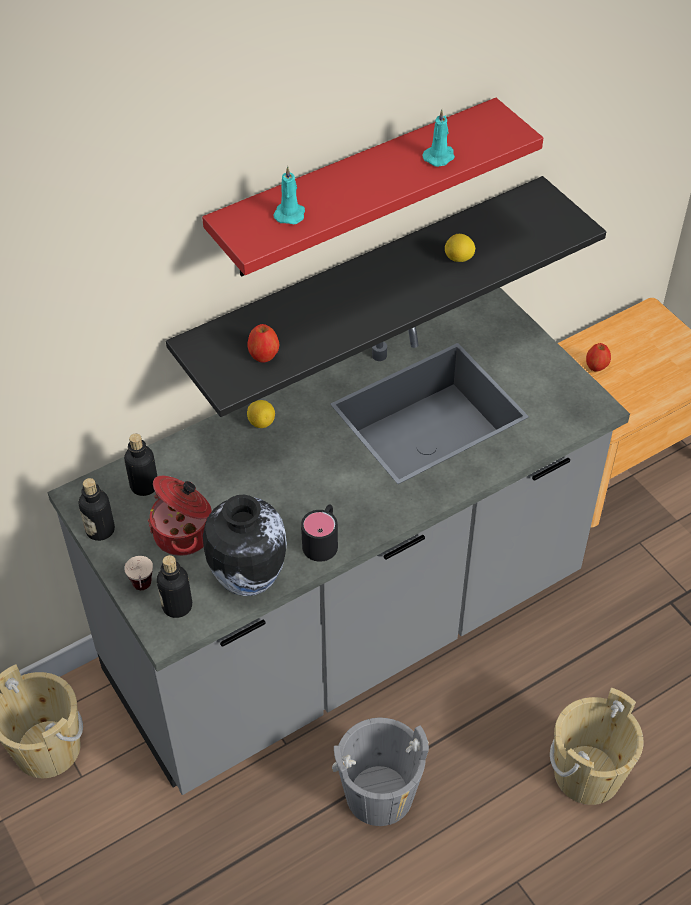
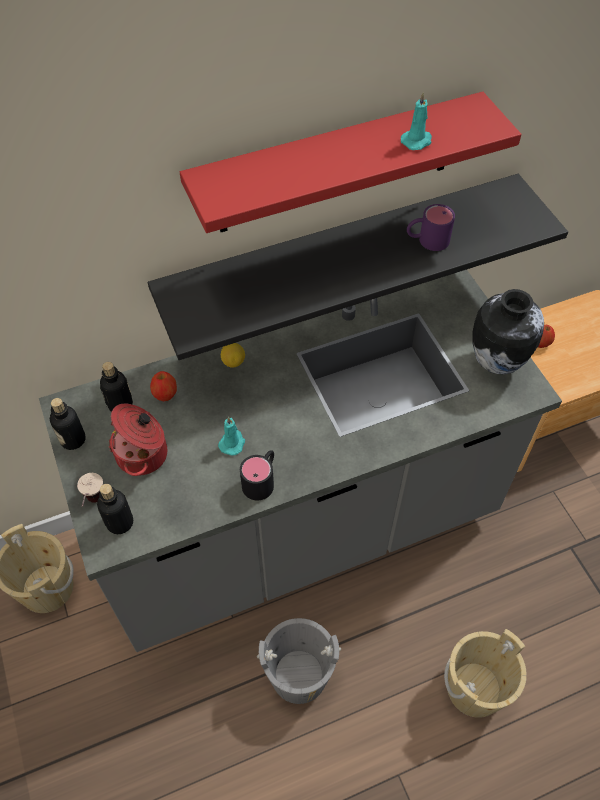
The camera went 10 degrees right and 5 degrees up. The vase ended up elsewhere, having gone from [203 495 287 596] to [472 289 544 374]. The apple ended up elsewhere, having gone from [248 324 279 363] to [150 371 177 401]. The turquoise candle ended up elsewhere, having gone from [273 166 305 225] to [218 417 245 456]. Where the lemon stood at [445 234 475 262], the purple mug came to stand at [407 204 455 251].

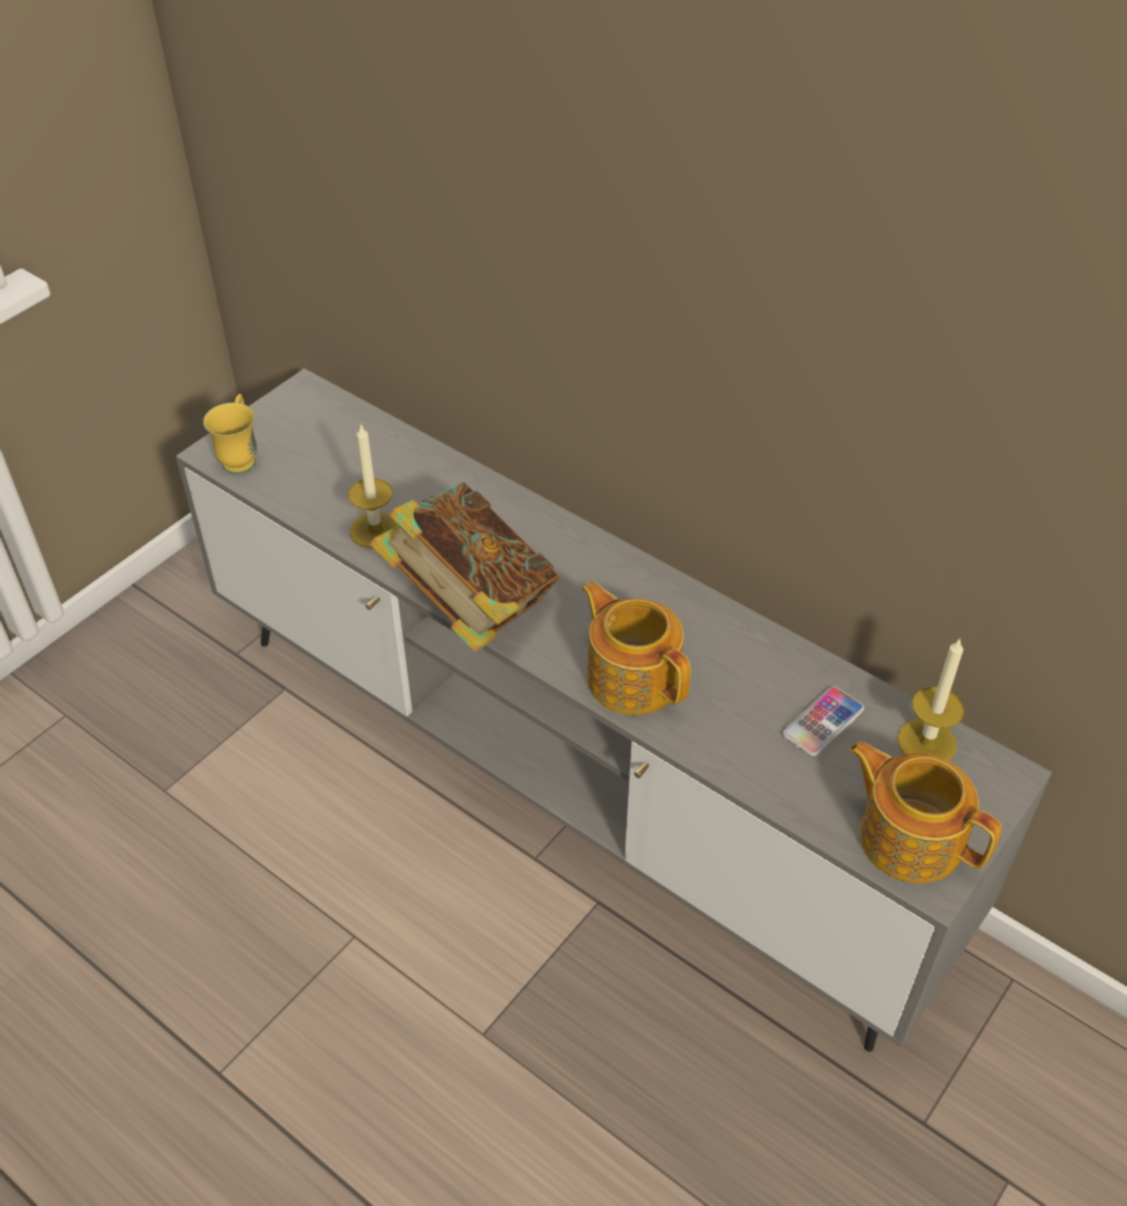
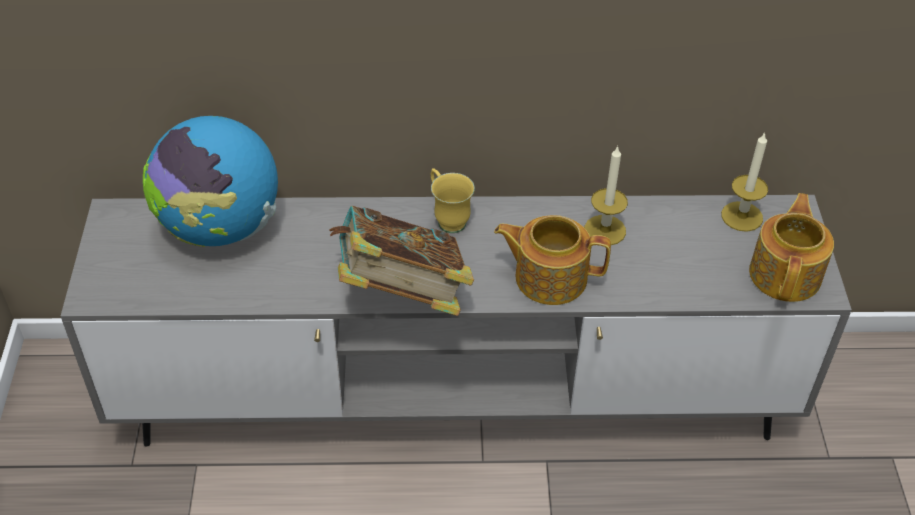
The camera went 40 degrees left and 0 degrees up. The yellow mug ended up elsewhere, having gone from [203 394 257 474] to [431 168 475 233]. The candle ended up elsewhere, having gone from [348 425 400 548] to [584 146 628 245]. The second view lost the phone at [783 686 864 756]. The teapot at [849 742 1002 883] ended up facing another way, 105 degrees clockwise from before. The second view gained the globe at [143 116 278 247].

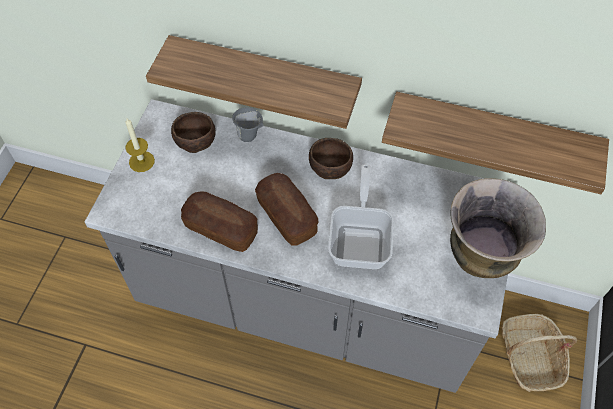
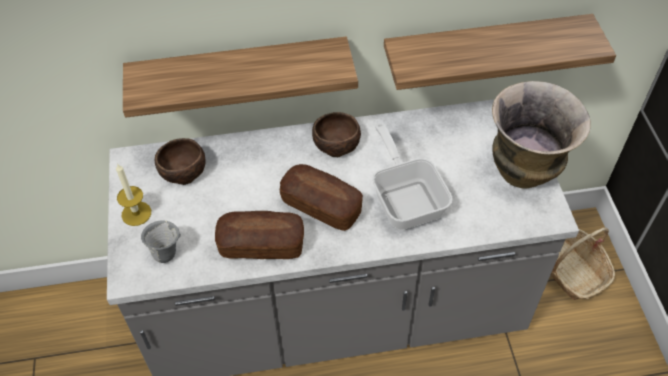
The camera went 25 degrees left and 5 degrees down. The grey mug ended up elsewhere, having gone from [232 108 263 142] to [141 220 181 263].

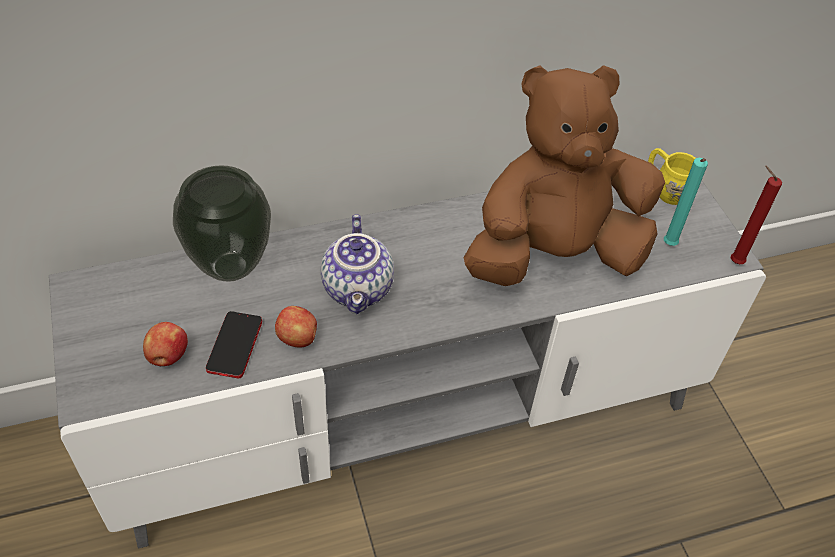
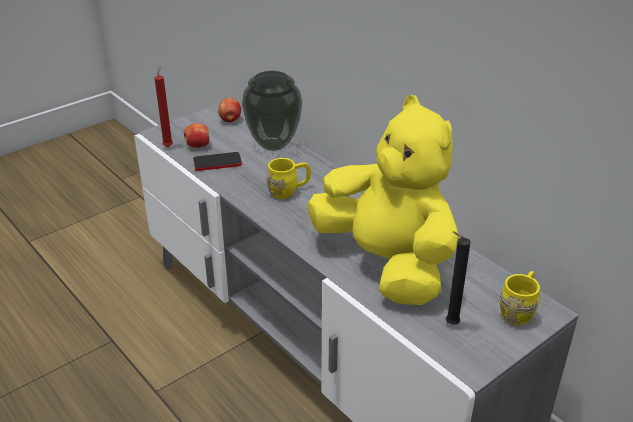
The camera went 70 degrees right and 15 degrees down. The apple ended up elsewhere, having gone from [275 306 317 348] to [218 98 241 122]. Where the teapot stood at [321 214 394 314], the yellow mug came to stand at [266 158 311 199]. What was the brown plush toy at [464 65 665 286] turned into the yellow plush toy at [307 95 458 305]. What was the turquoise candle at [664 158 708 246] turned into the black candle at [446 231 471 325]. The red candle ended up elsewhere, having gone from [731 166 782 264] to [155 65 173 147].

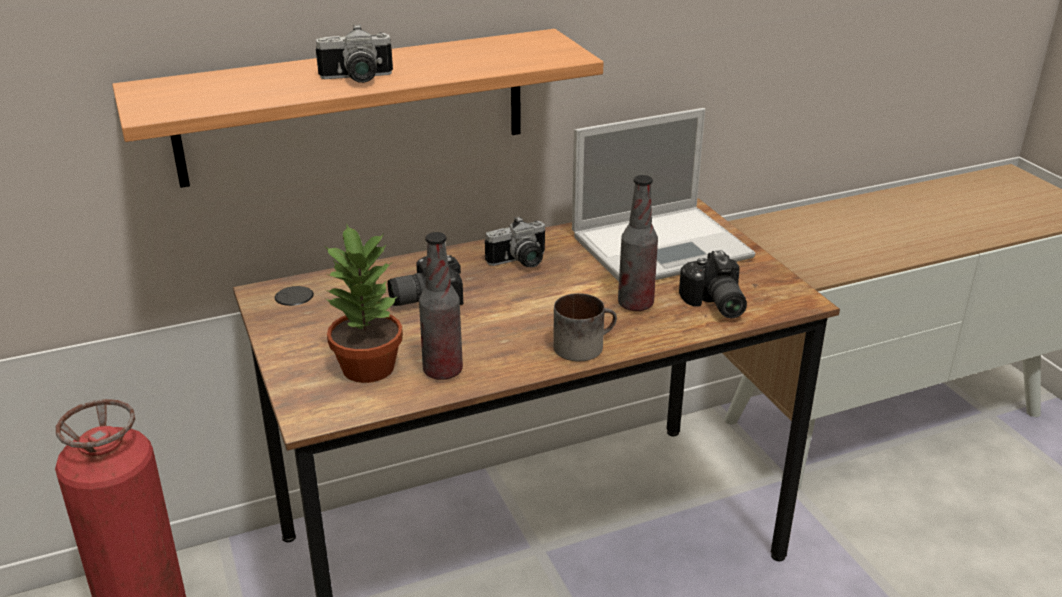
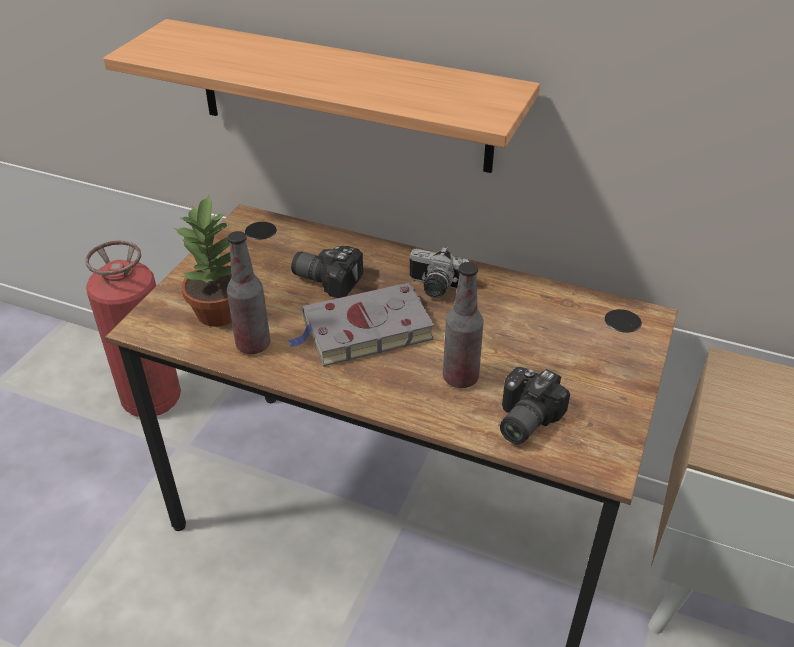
The camera went 45 degrees right and 10 degrees up. The second view lost the photo camera at [316 24 393 83]. The second view lost the mug at [553 293 617 361]. The second view lost the laptop at [572 108 755 281]. The second view gained the grey book at [288 283 434 366].

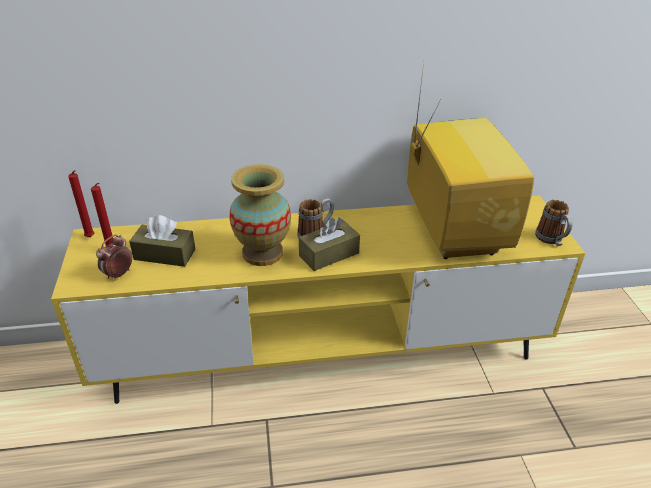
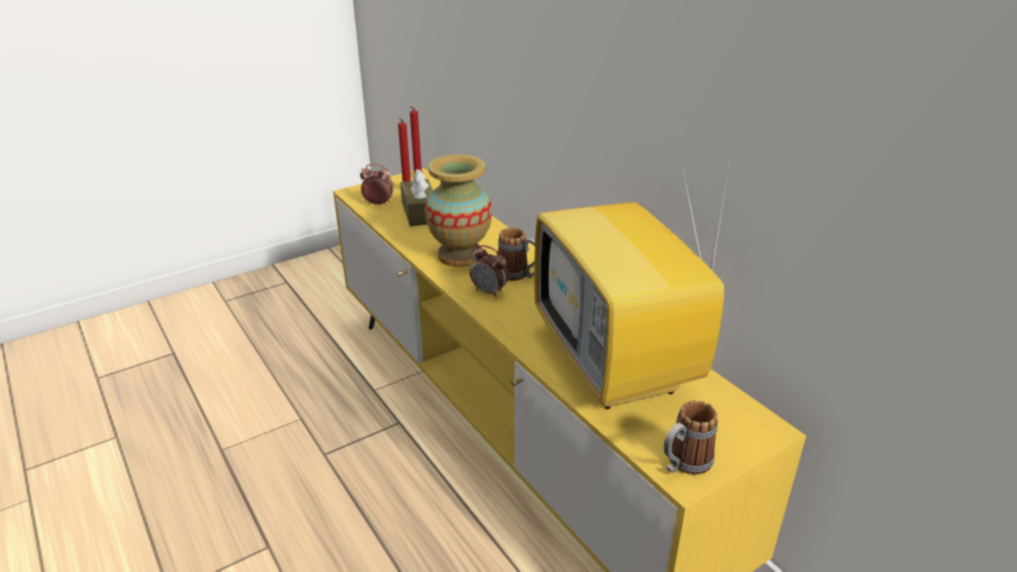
The camera went 65 degrees right and 5 degrees down. Where the brown tissue box stood at [299 217 360 271], the alarm clock came to stand at [470 245 508 298]. The television at [407 63 534 259] ended up facing another way, 105 degrees clockwise from before.

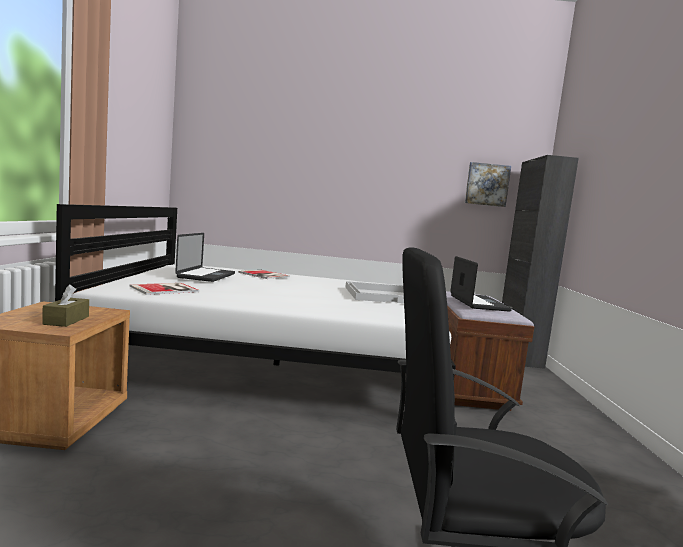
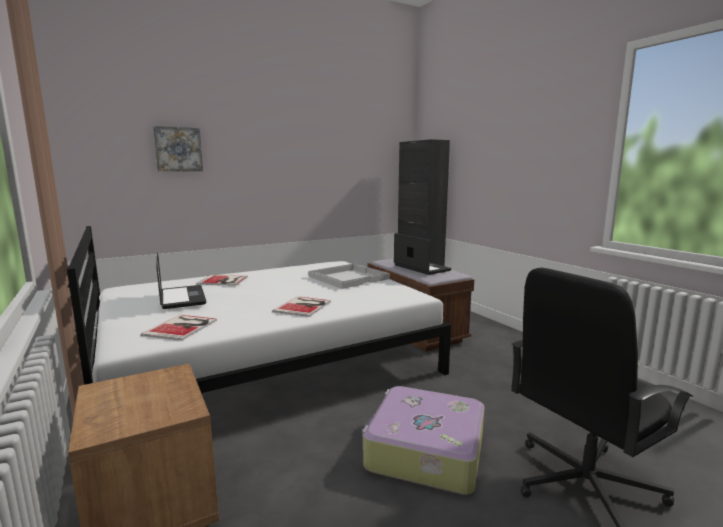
The camera went 30 degrees left and 5 degrees up. The second view lost the brown tissue box at [42 284 89 327]. The picture ended up elsewhere, having gone from [465 162 511 207] to [153 126 203 171]. The second view gained the book at [272 296 331 317]. The second view gained the suitcase at [362 386 485 495].

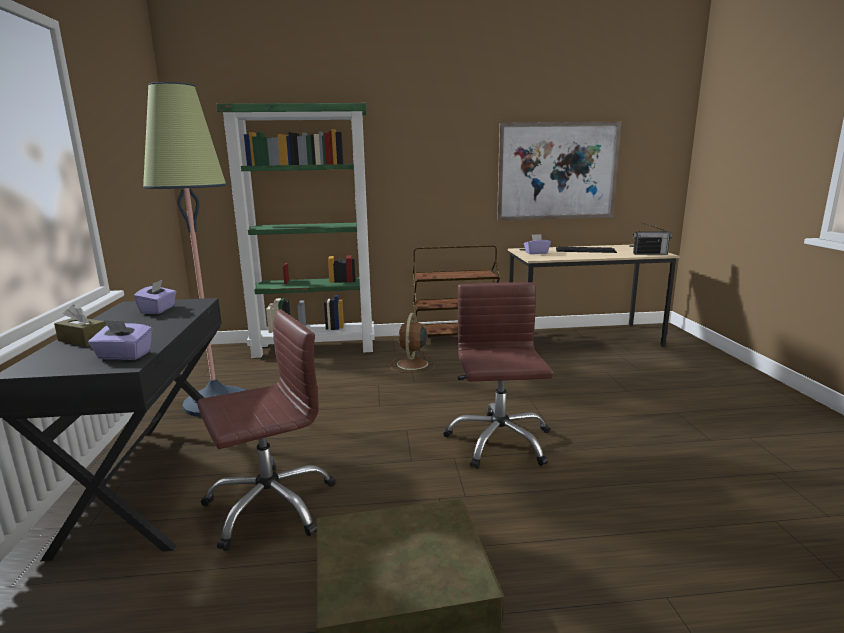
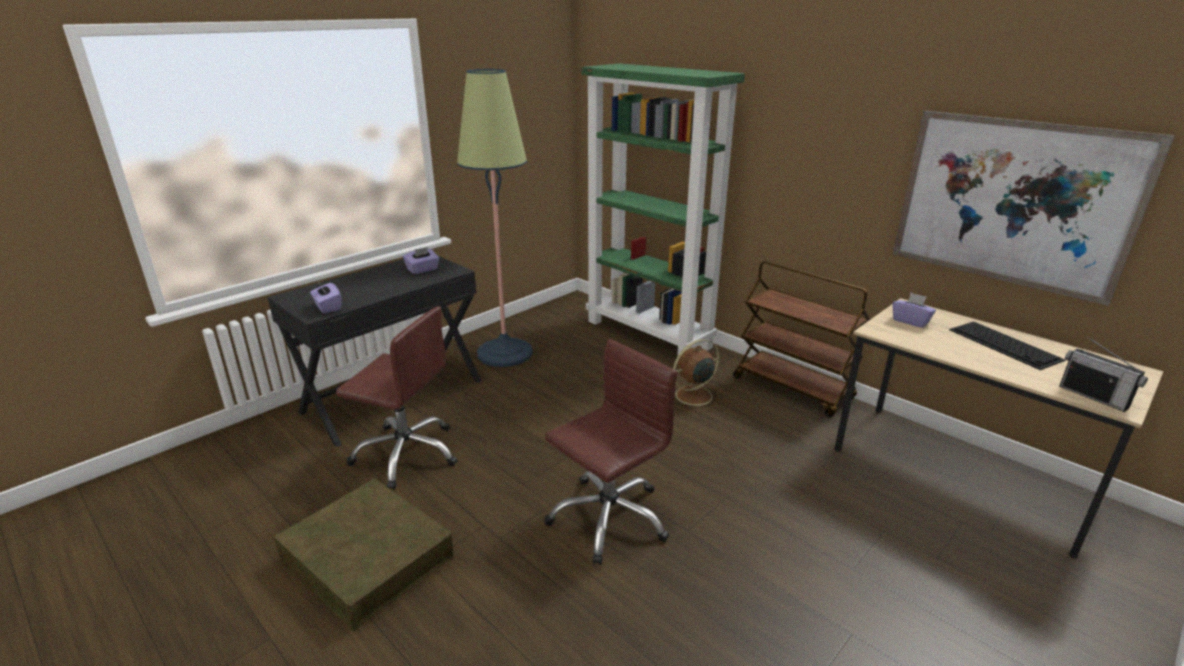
The camera went 50 degrees right and 10 degrees up. The second view lost the brown tissue box at [54 305 106 347].

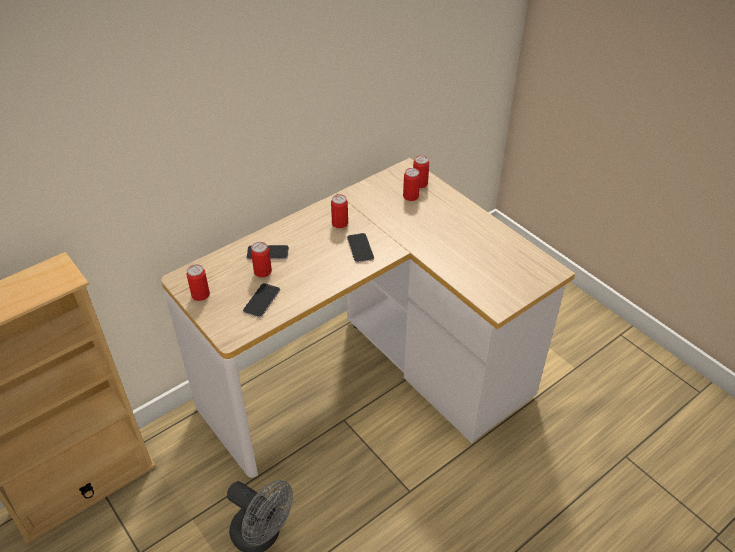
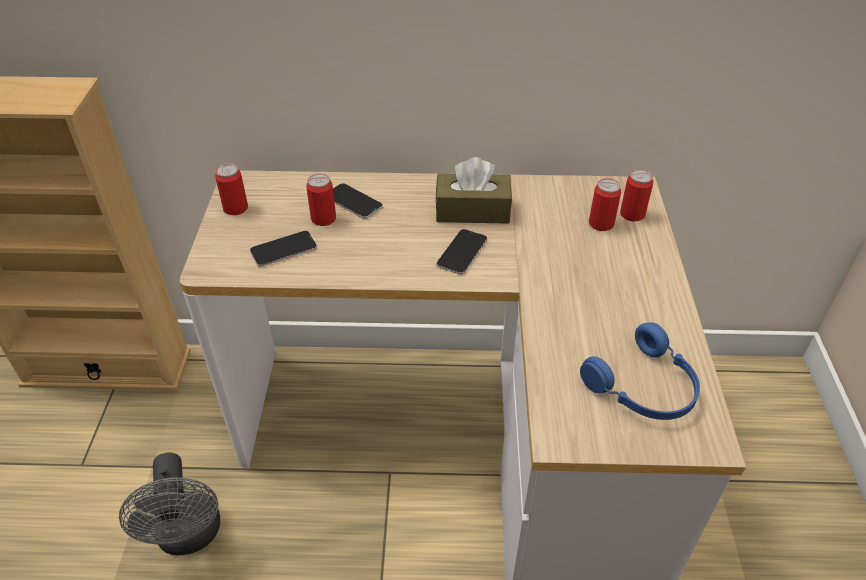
The camera went 40 degrees right and 0 degrees up. Where the can stood at [331 194 348 228], the brown tissue box came to stand at [435 157 512 224]. The second view gained the blue headphones at [580 322 700 420].

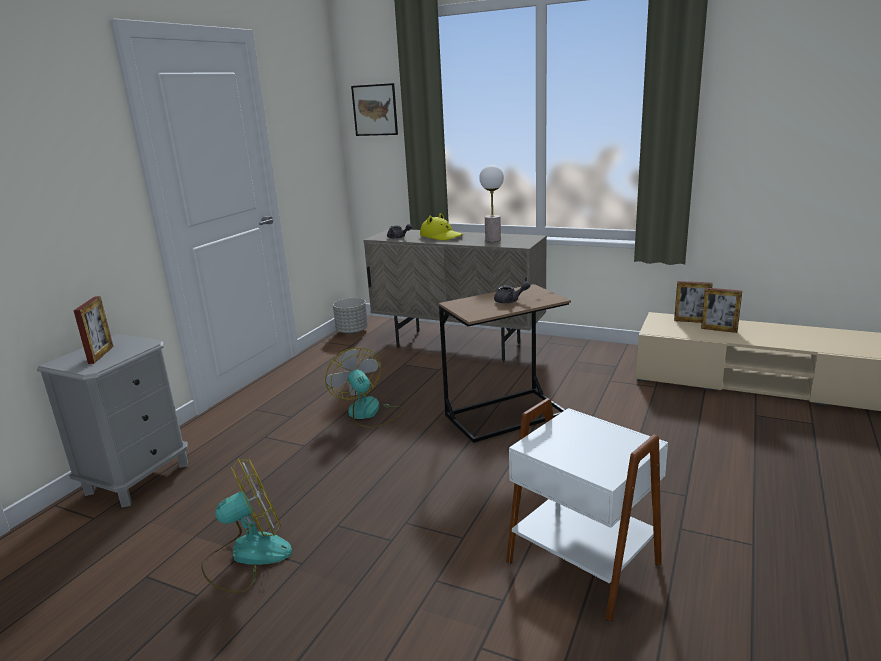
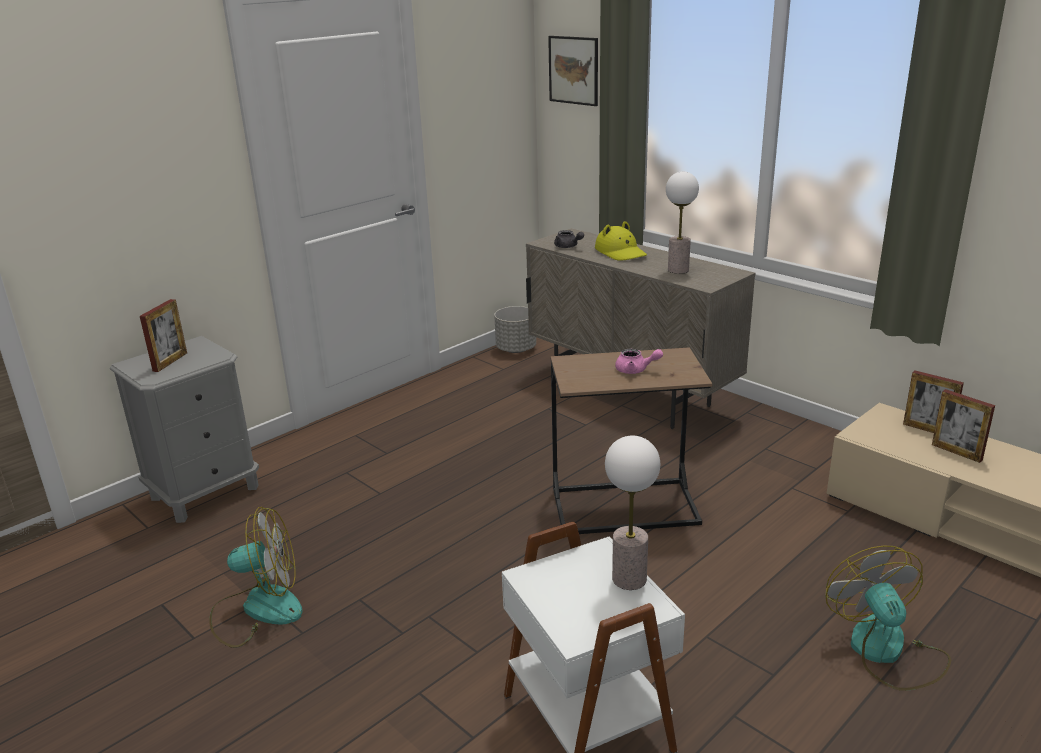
The camera went 20 degrees right and 5 degrees up. The fan ended up elsewhere, having gone from [325 348 404 428] to [826 545 951 691]. What was the grey teapot at [494 282 531 304] turned into the pink teapot at [615 349 663 374]. The second view gained the table lamp at [605 436 660 590].

